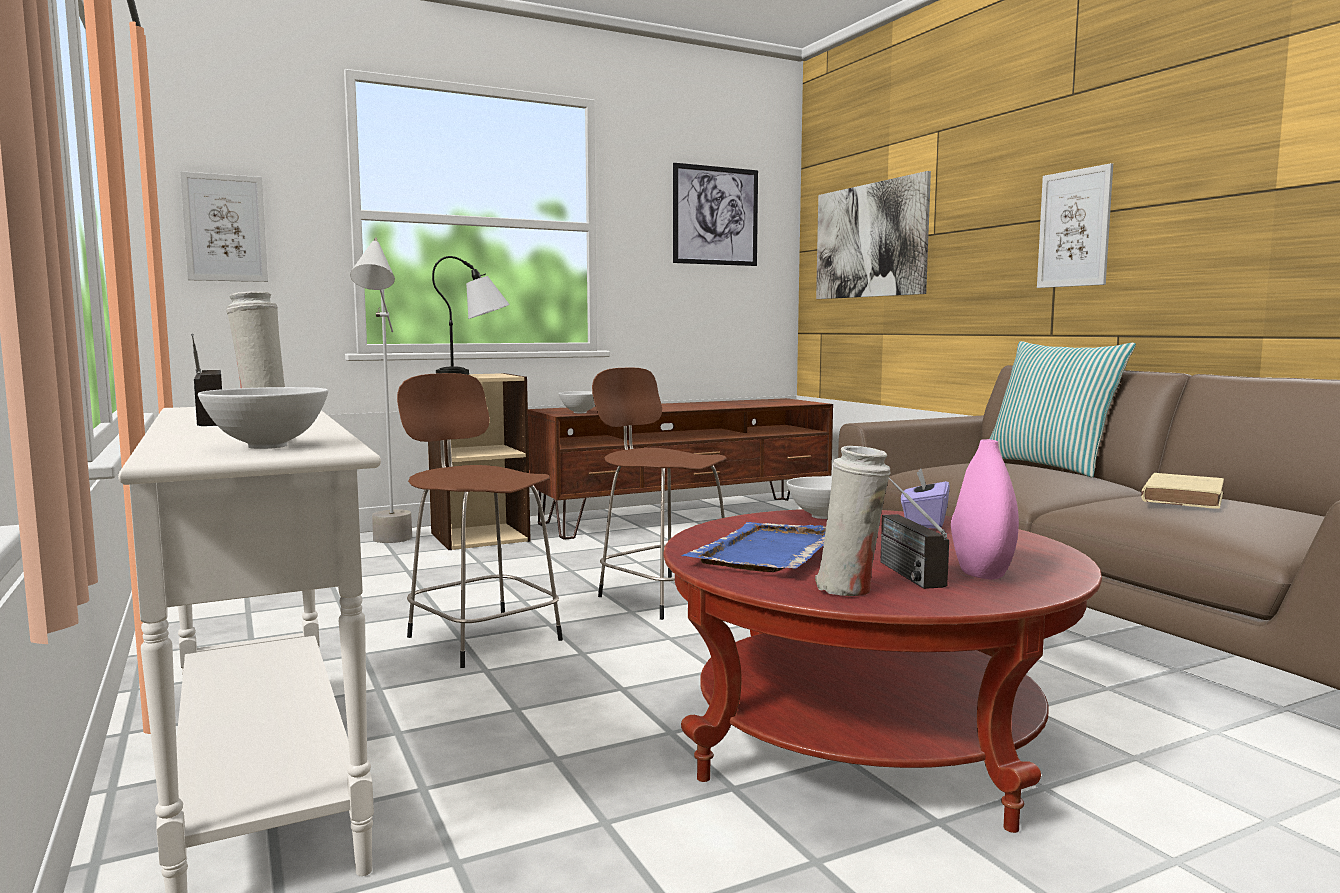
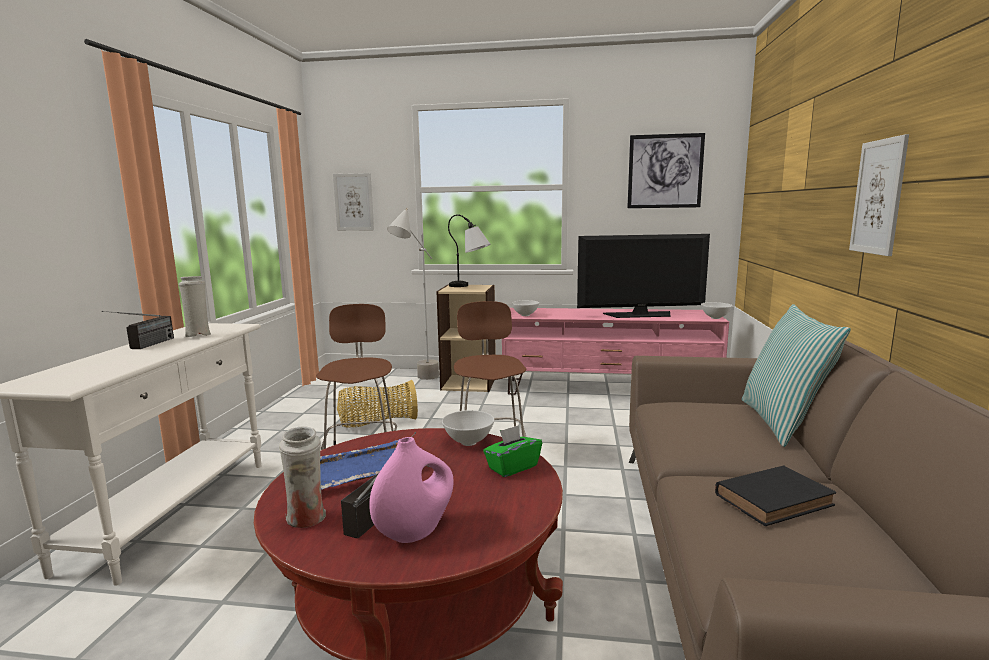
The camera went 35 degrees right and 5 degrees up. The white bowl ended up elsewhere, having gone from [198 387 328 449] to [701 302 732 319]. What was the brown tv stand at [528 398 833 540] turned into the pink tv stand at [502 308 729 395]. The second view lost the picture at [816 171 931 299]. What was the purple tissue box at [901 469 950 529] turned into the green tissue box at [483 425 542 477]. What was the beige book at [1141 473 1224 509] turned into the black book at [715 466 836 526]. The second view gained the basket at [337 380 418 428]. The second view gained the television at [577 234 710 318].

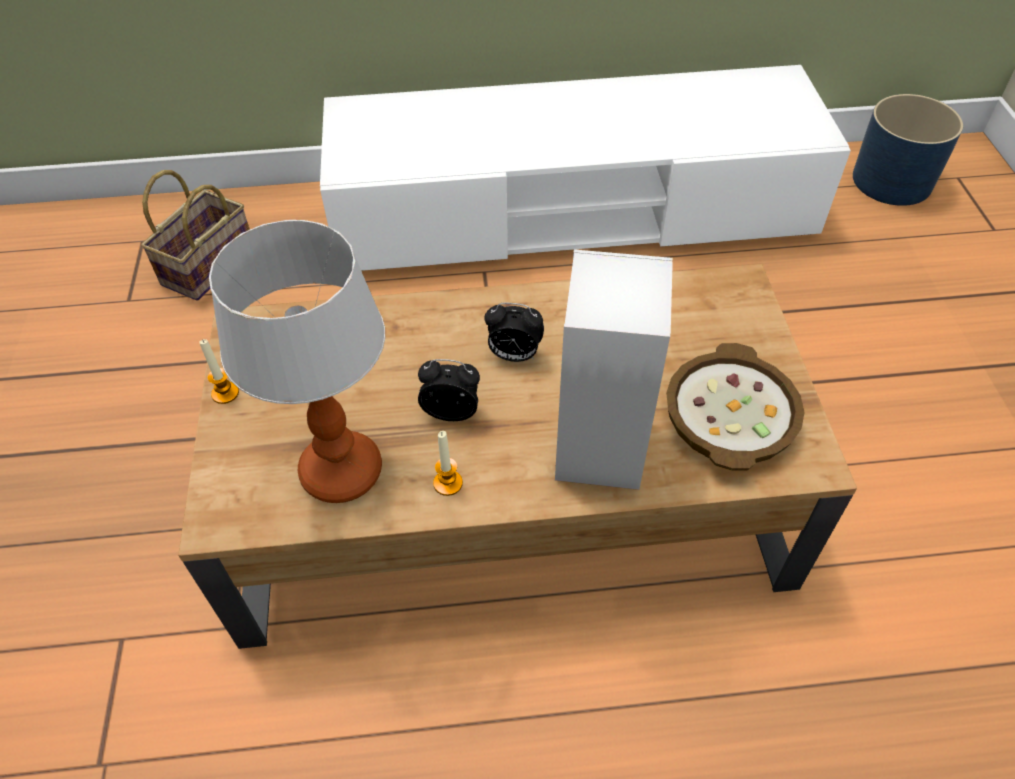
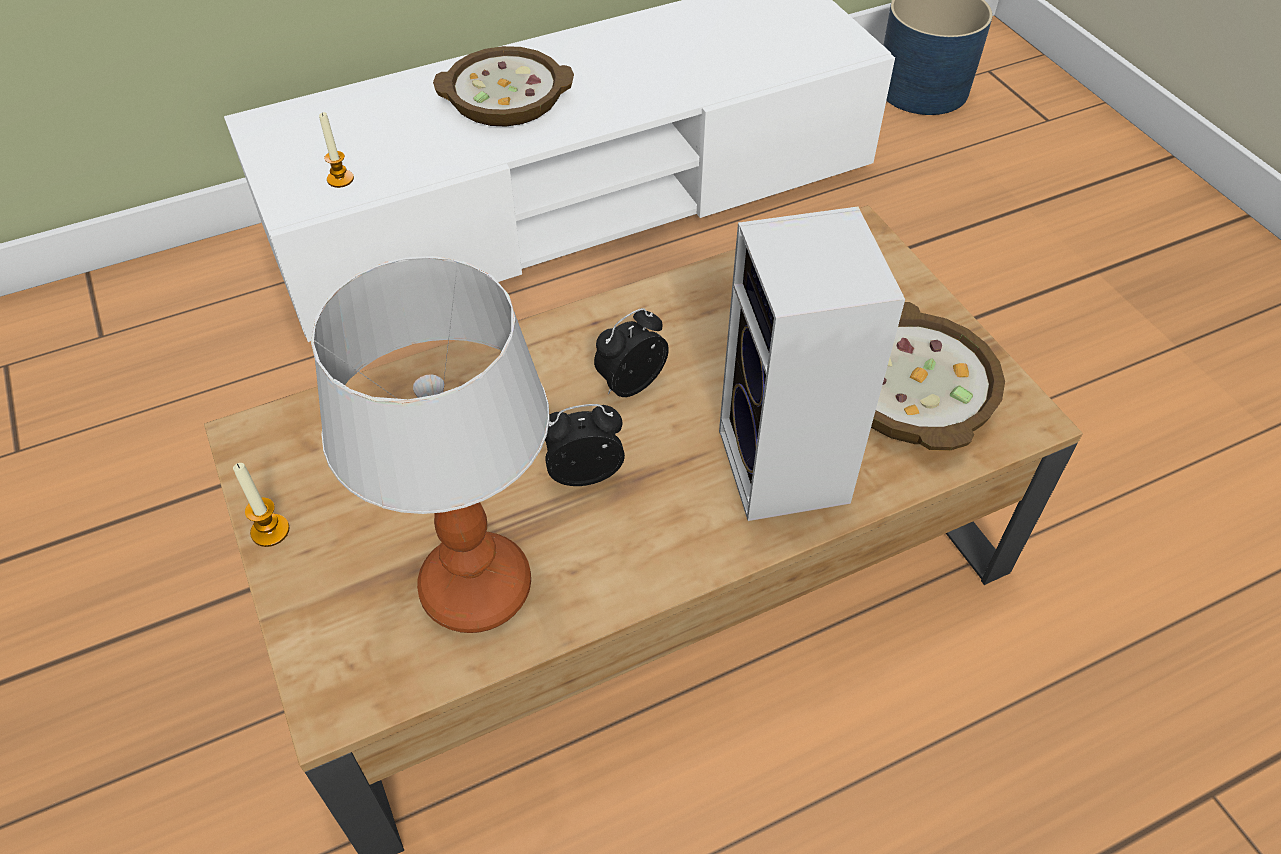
The camera went 20 degrees left and 0 degrees up. The second view lost the basket at [141 170 250 301]. The candle ended up elsewhere, having gone from [433 431 463 496] to [319 112 354 188]. The alarm clock at [484 303 544 362] ended up facing another way, 150 degrees clockwise from before. The second view gained the bowl at [433 46 574 127].

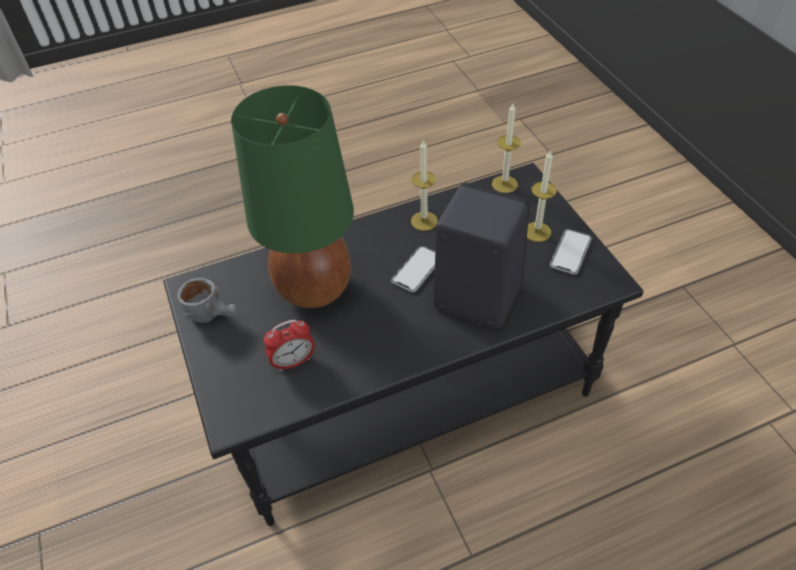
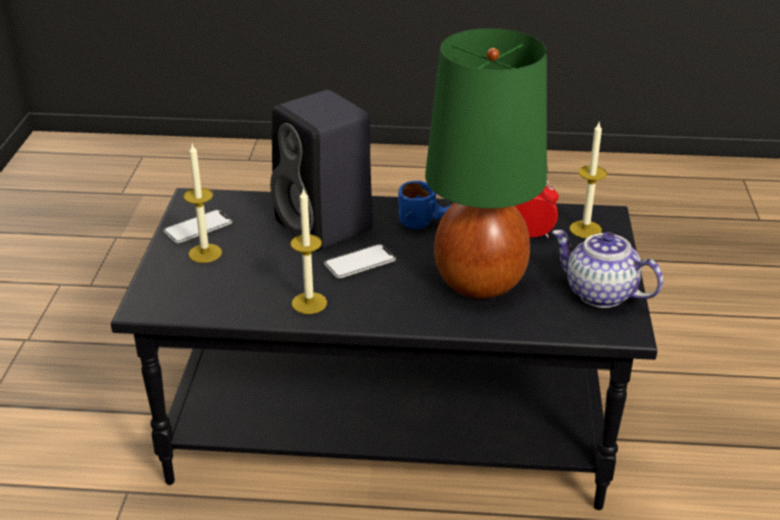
The camera went 155 degrees left and 15 degrees down. Where the grey mug stood at [177 278 237 323], the teapot came to stand at [552 230 663 308]. The candle ended up elsewhere, having gone from [492 104 521 193] to [570 123 607 238]. The second view gained the blue mug at [398 181 451 229].

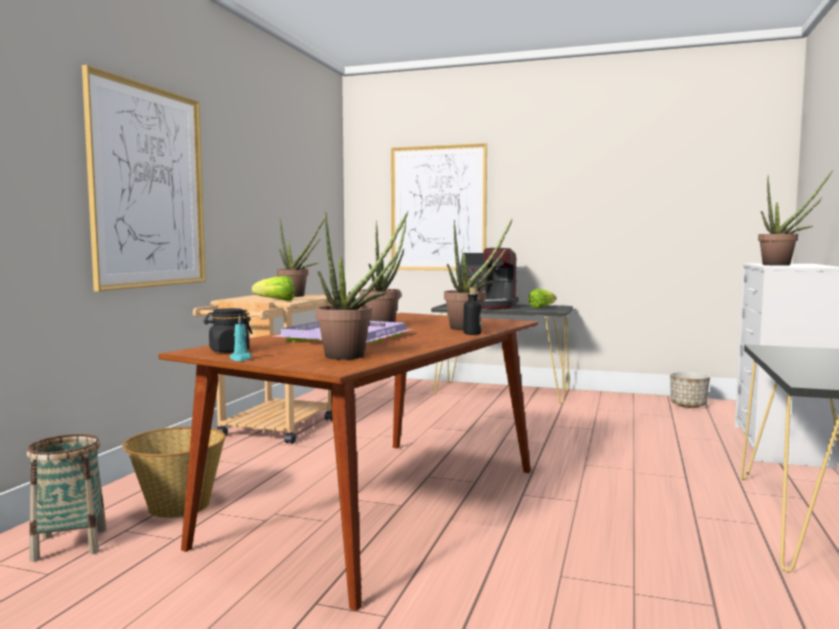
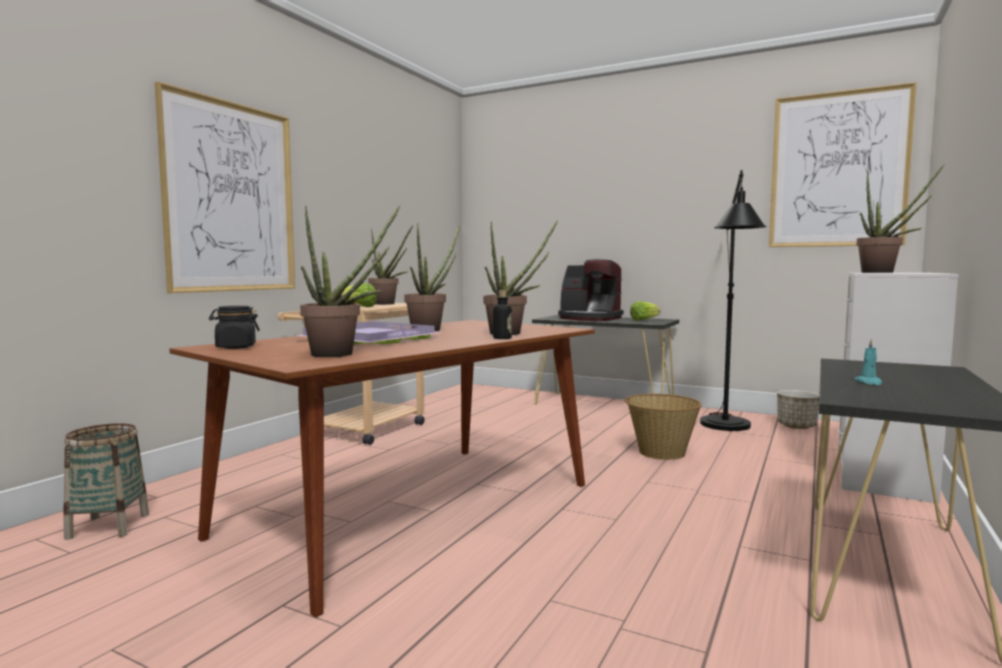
The camera went 10 degrees right and 0 degrees up. The basket ended up elsewhere, having gone from [122 426 226 518] to [625 394 702 460]. The turquoise candle ended up elsewhere, having gone from [229 315 252 361] to [854 339 882 385]. The picture ended up elsewhere, having gone from [391 143 487 271] to [769 82 917 247]. The second view gained the black floor lamp at [700 169 766 431].

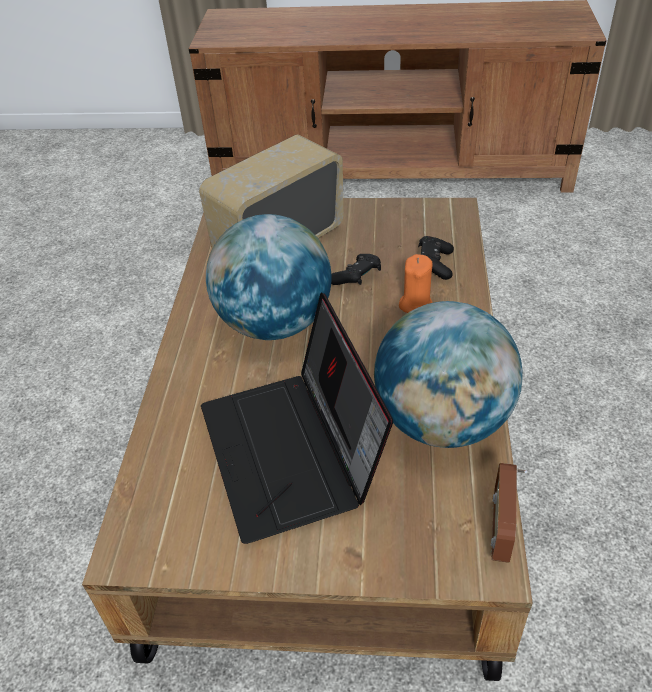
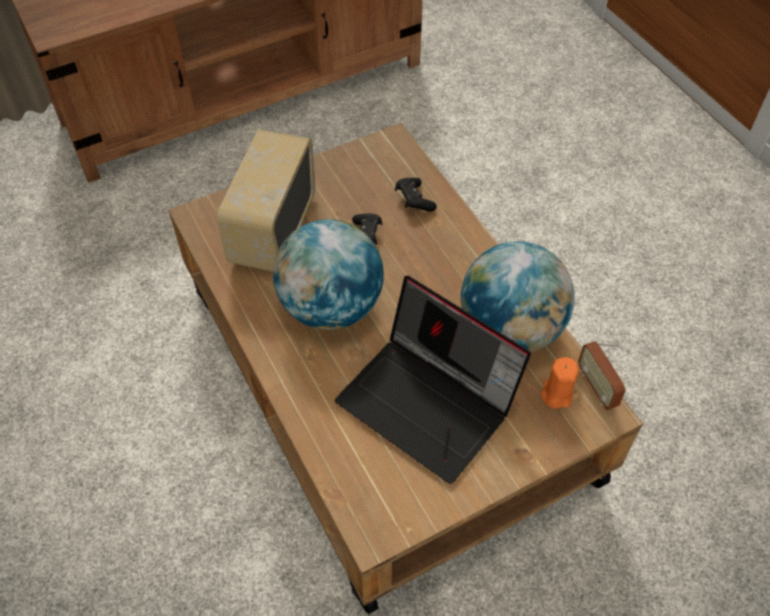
The camera went 35 degrees left and 10 degrees up. The orange candle ended up elsewhere, having gone from [399 254 433 313] to [541 357 579 409].

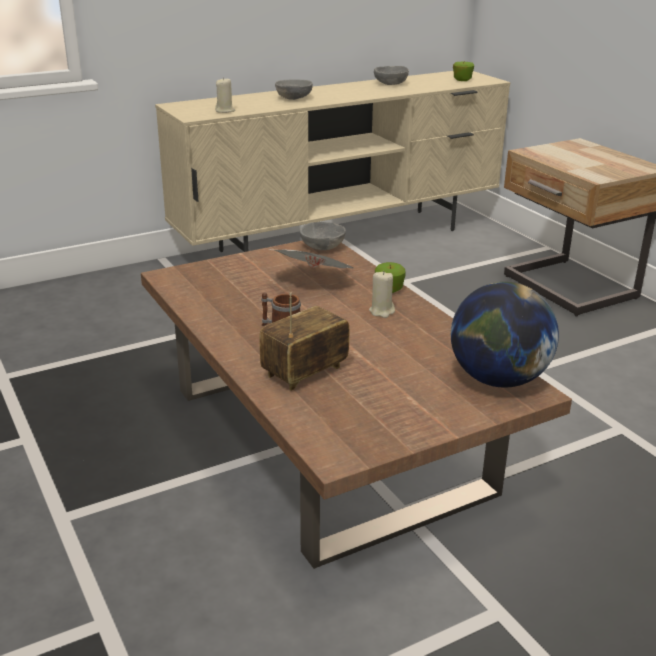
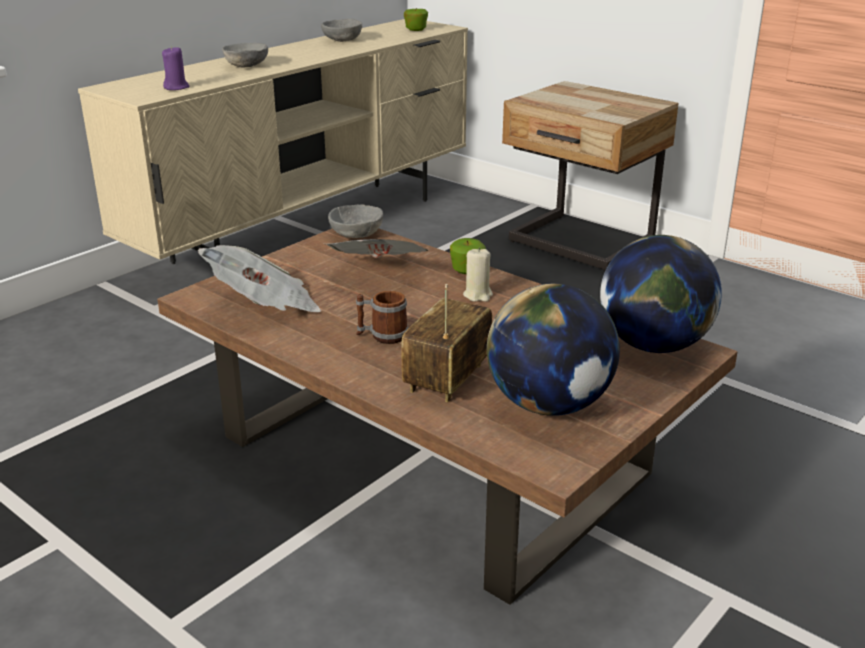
The camera went 20 degrees left and 0 degrees up. What was the beige candle at [215 77 235 113] turned into the purple candle at [162 46 190 90]. The second view gained the newspaper at [198 245 321 312]. The second view gained the globe at [487 284 620 416].

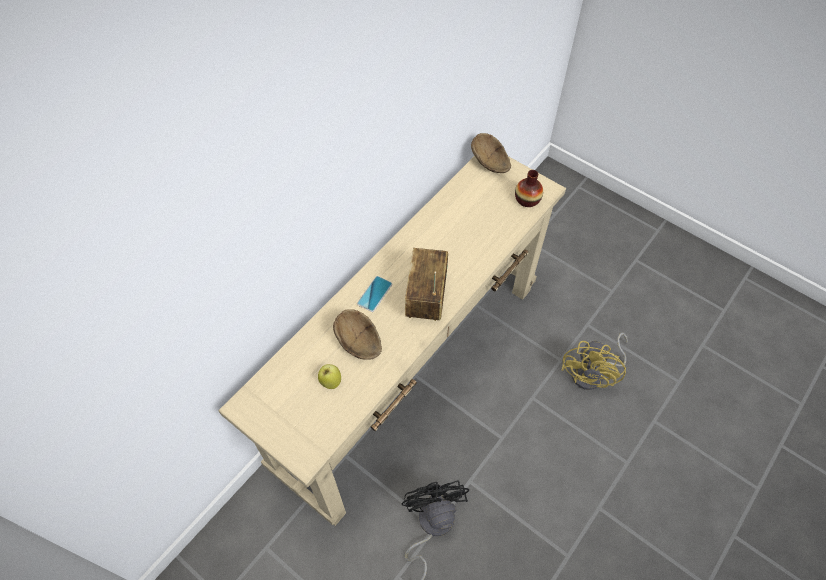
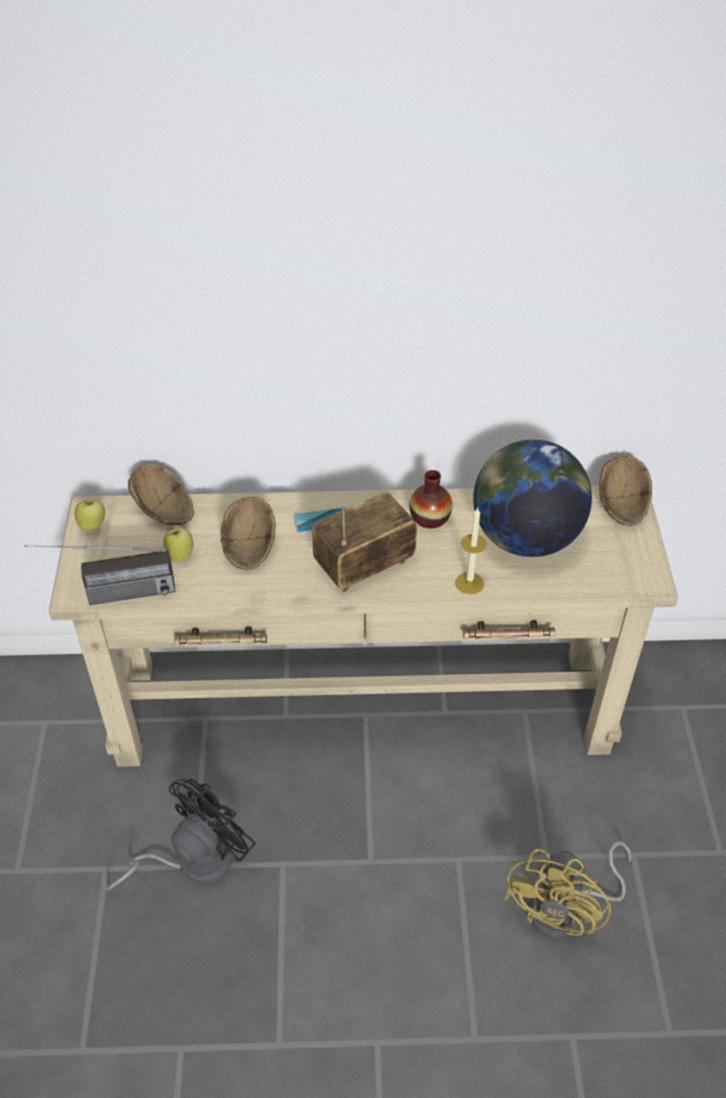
The camera went 50 degrees right and 10 degrees down. The vase ended up elsewhere, having gone from [515 170 543 207] to [409 470 452 528]. The yellow fan at [561 333 628 390] ended up facing another way, 45 degrees counterclockwise from before. The second view gained the radio at [25 545 175 605]. The second view gained the apple at [75 499 105 532]. The second view gained the brown bowl at [128 464 194 525]. The second view gained the candle at [455 507 487 595]. The second view gained the globe at [473 440 592 557].

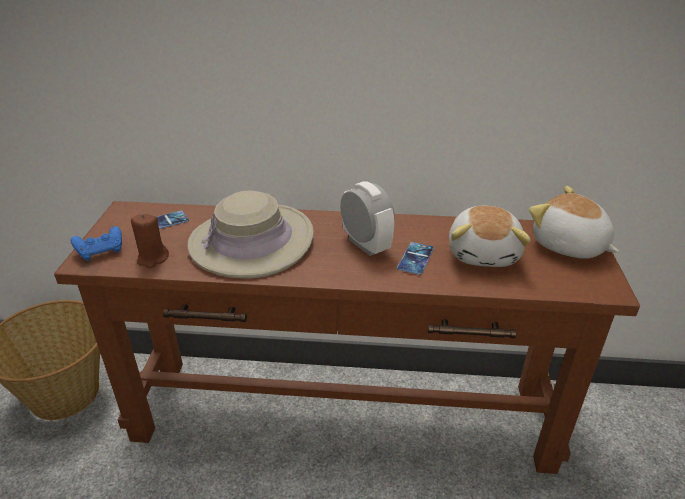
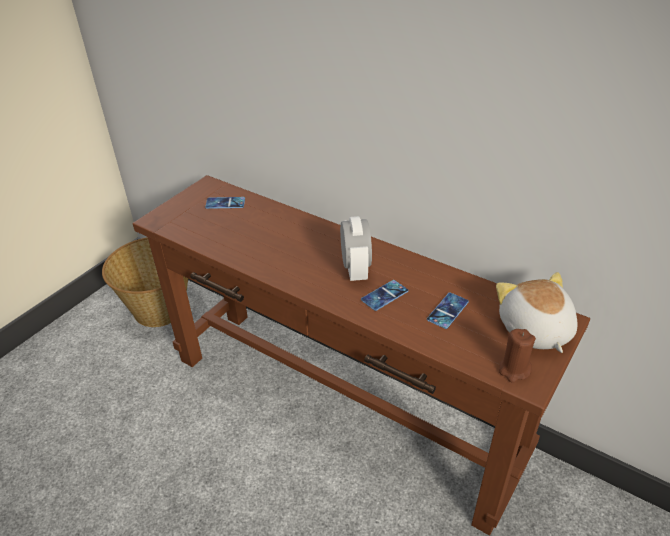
The camera went 30 degrees right and 5 degrees up. The second view lost the blue game controller at [71 226 122 261]. The brown candle ended up elsewhere, having gone from [131 214 169 268] to [499 329 536 383]. The second view lost the beige hat at [187 190 314 279]. Where the plush toy stood at [449 206 531 267], the phone came to stand at [427 293 469 329].

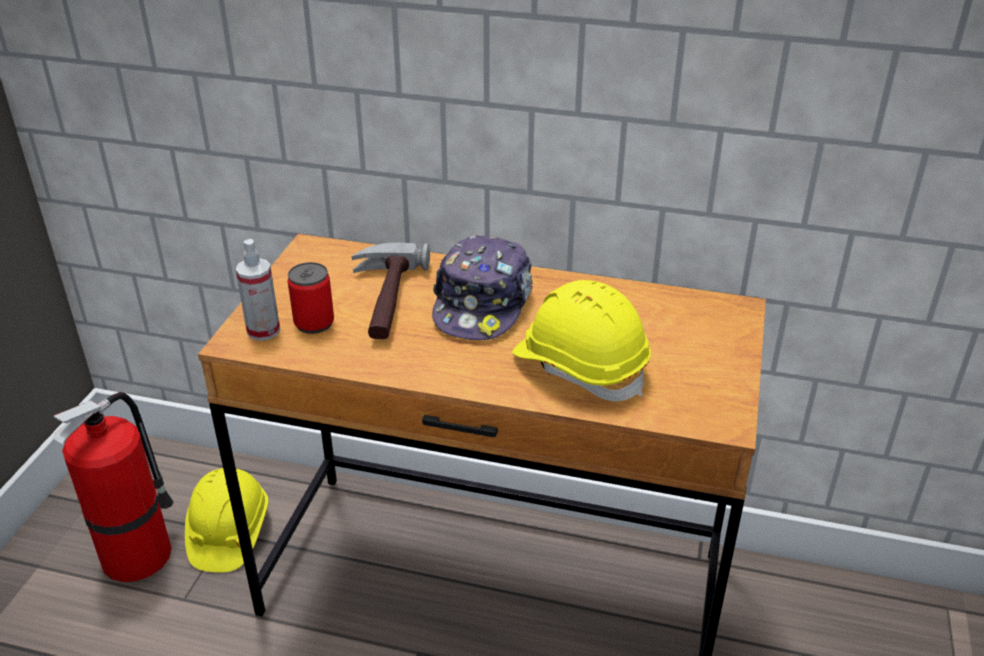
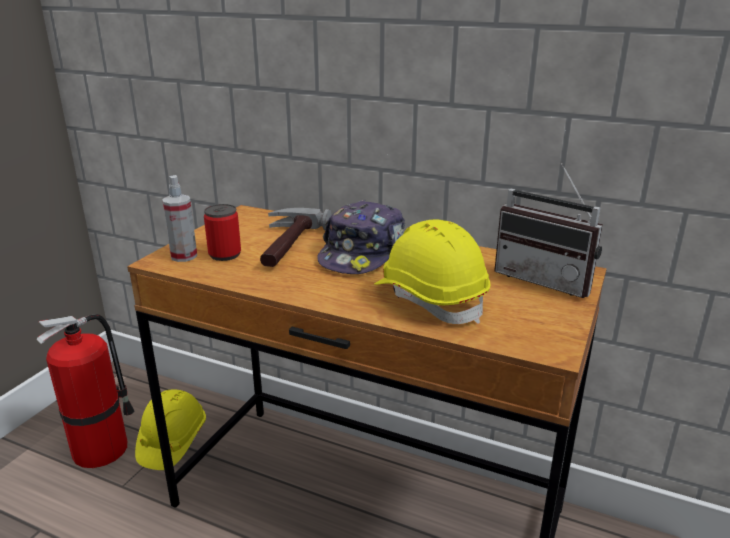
The camera went 10 degrees right and 10 degrees down. The second view gained the radio at [494 163 603 298].

